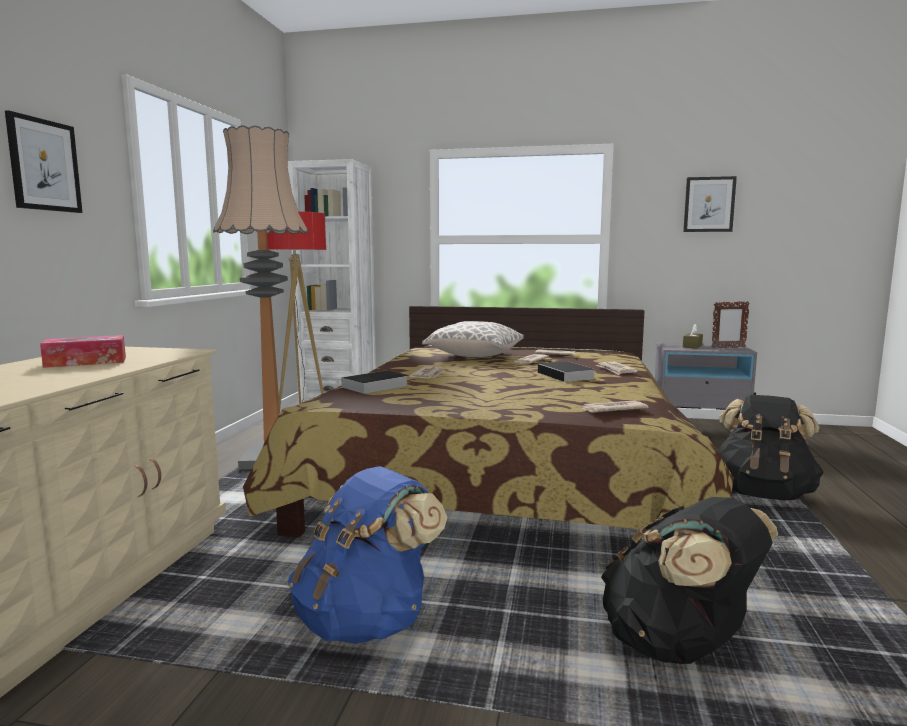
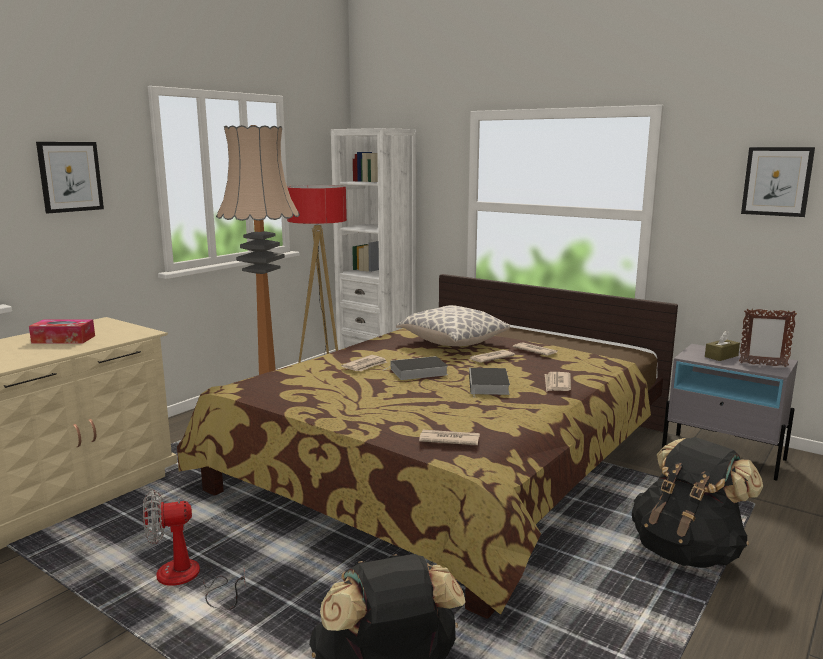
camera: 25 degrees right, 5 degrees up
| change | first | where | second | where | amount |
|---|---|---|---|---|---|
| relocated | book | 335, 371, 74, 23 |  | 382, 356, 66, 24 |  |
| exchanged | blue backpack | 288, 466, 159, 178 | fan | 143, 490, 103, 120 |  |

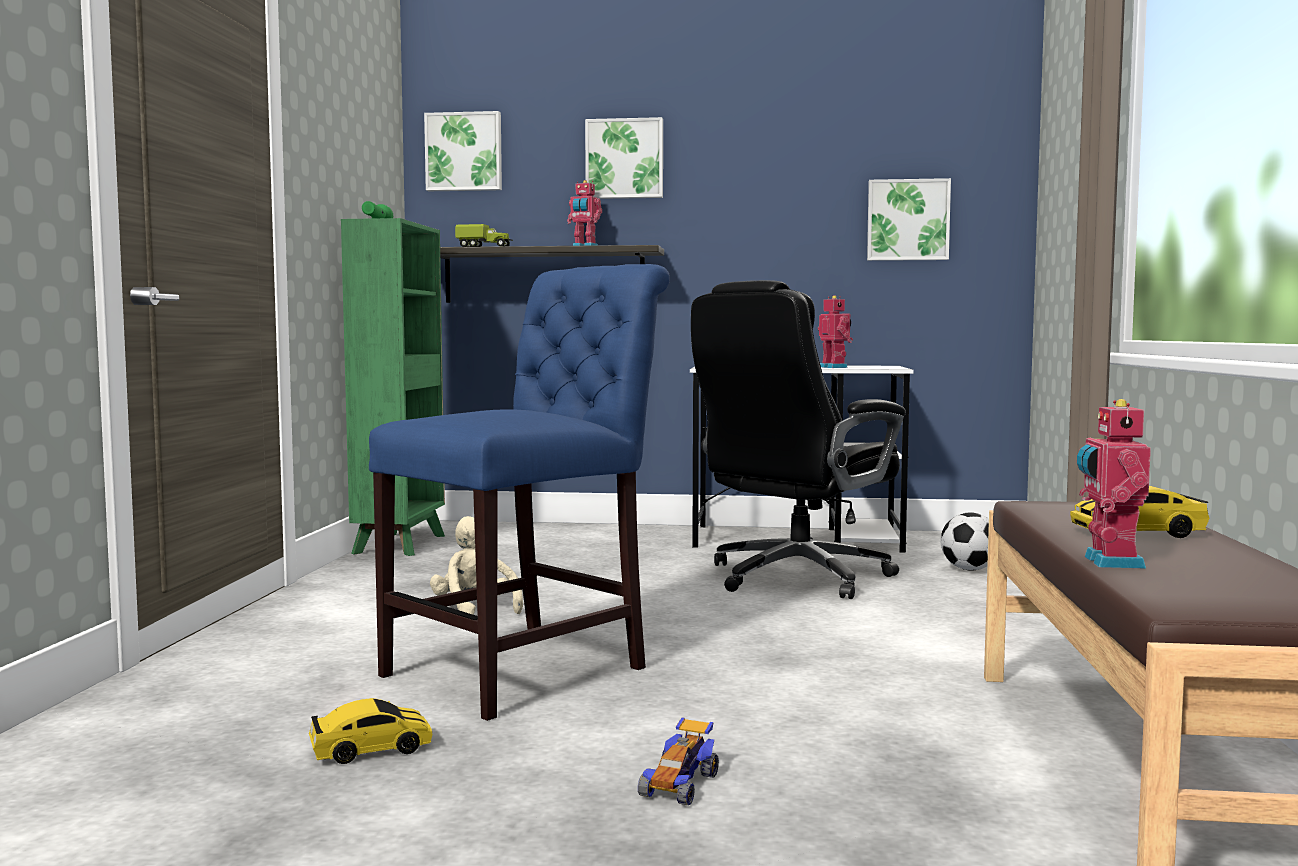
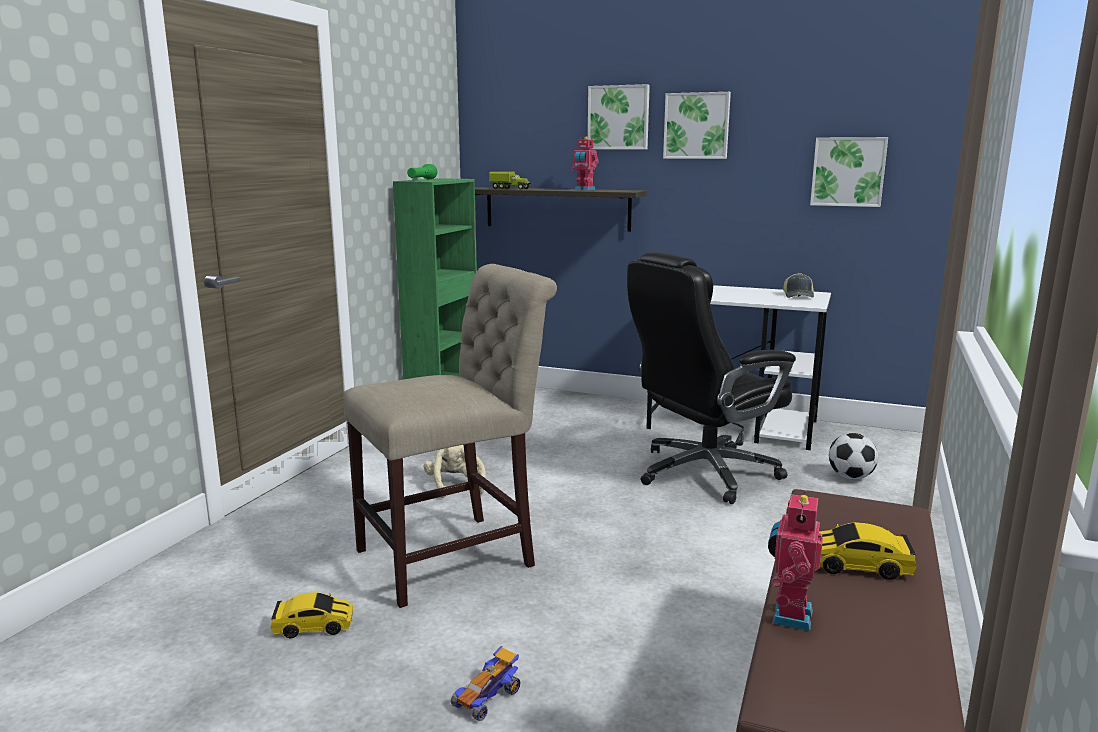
camera: 15 degrees right, 10 degrees up
| change | first | where | second | where | amount |
|---|---|---|---|---|---|
| missing | toy robot | 818, 295, 35, 73 |  |  |  |
| appeared |  |  | cap | 783, 273, 31, 25 |  |
| relocated | picture | 424, 111, 78, 80 |  | 663, 92, 68, 67 |  |
| colour | blue chair | 369, 264, 301, 457 | beige chair | 343, 264, 214, 344 |  |

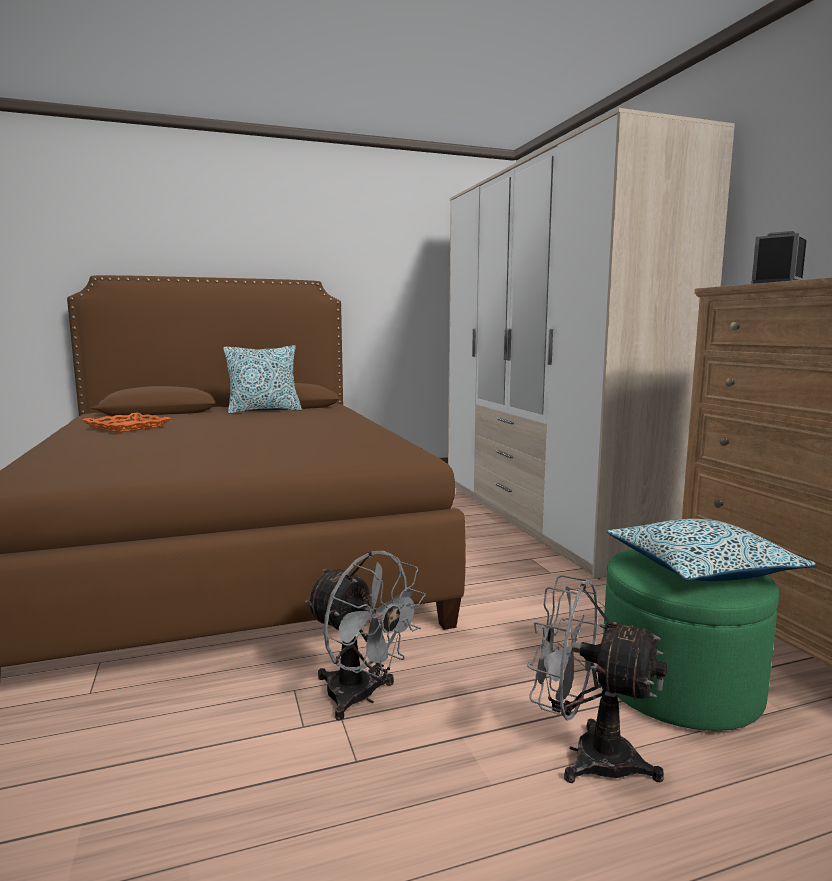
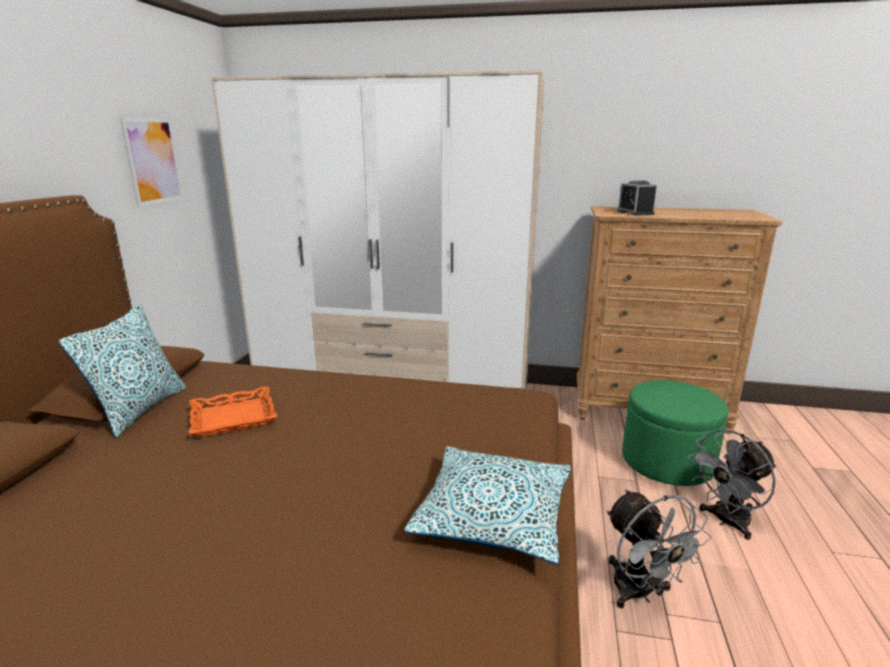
camera: 60 degrees left, 10 degrees up
| change | first | where | second | where | amount |
|---|---|---|---|---|---|
| appeared |  |  | picture | 120, 117, 64, 89 |  |
| relocated | orange tray | 83, 413, 88, 20 |  | 189, 387, 88, 50 |  |
| relocated | pillow | 607, 519, 209, 62 |  | 405, 446, 166, 119 |  |
| spun | grey fan | 305, 551, 121, 170 |  | 607, 489, 105, 119 | 90 degrees clockwise |

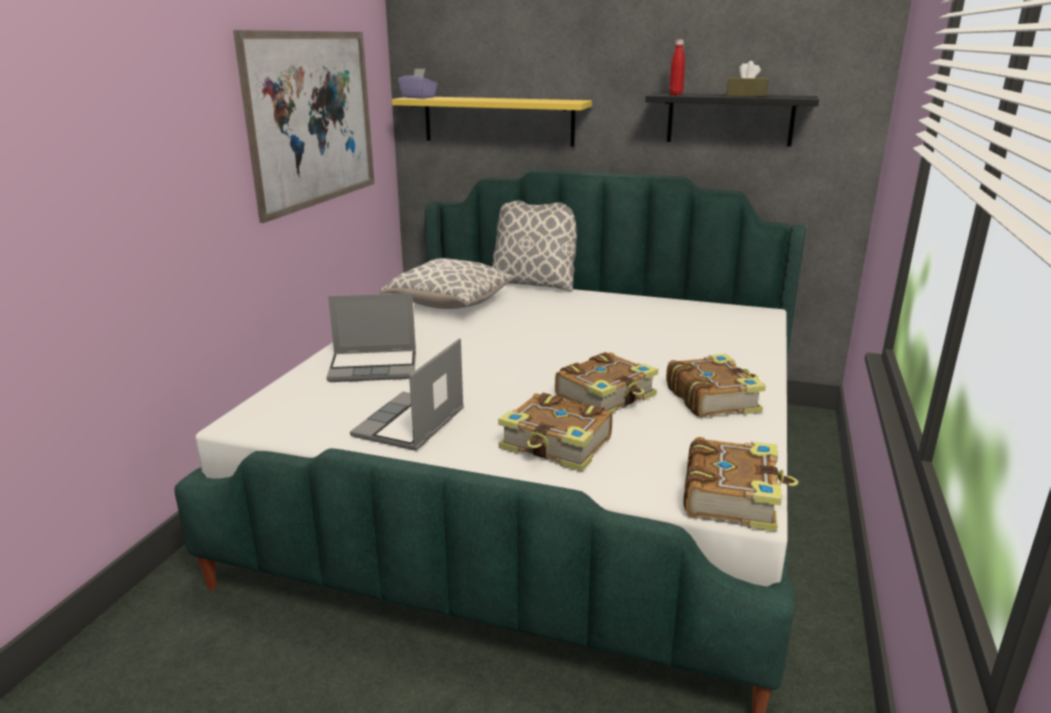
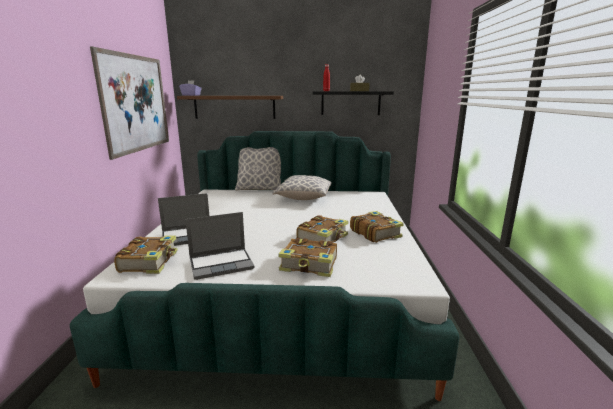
camera: 15 degrees left, 5 degrees down
| change | first | where | second | where | amount |
|---|---|---|---|---|---|
| relocated | pillow | 380, 258, 133, 51 |  | 272, 175, 59, 25 |  |
| relocated | book | 683, 437, 115, 95 |  | 114, 236, 64, 38 |  |
| colour | yellow shelf | 392, 97, 200, 50 | brown shelf | 177, 96, 106, 23 |  |
| spun | laptop | 350, 338, 114, 113 |  | 185, 212, 70, 68 | 120 degrees counterclockwise |

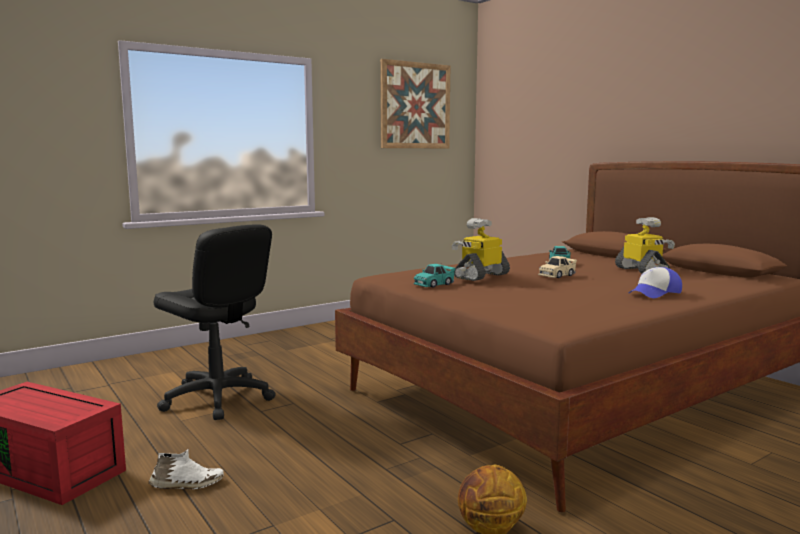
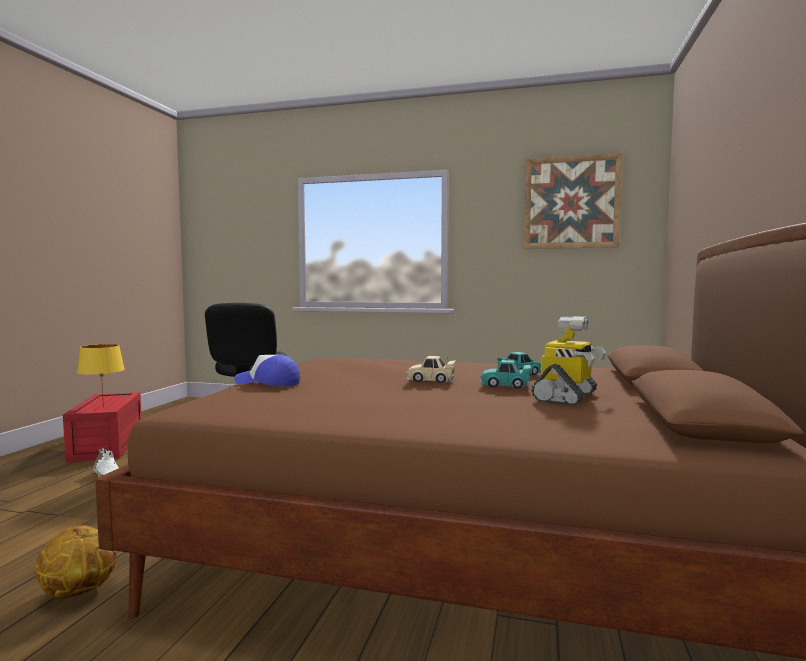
camera: 50 degrees right, 5 degrees down
| change | first | where | second | where | amount |
|---|---|---|---|---|---|
| missing | toy robot | 451, 218, 59, 63 |  |  |  |
| appeared |  |  | yellow table lamp | 77, 344, 48, 64 |  |
| relocated | turquoise toy car | 413, 264, 42, 24 |  | 481, 360, 50, 28 |  |
| relocated | cap | 629, 267, 53, 31 |  | 234, 355, 66, 31 |  |

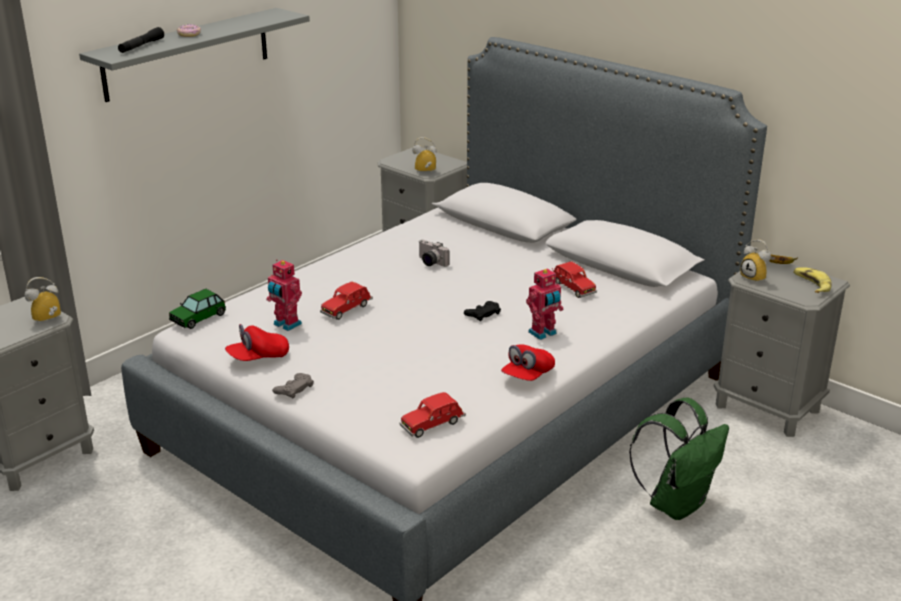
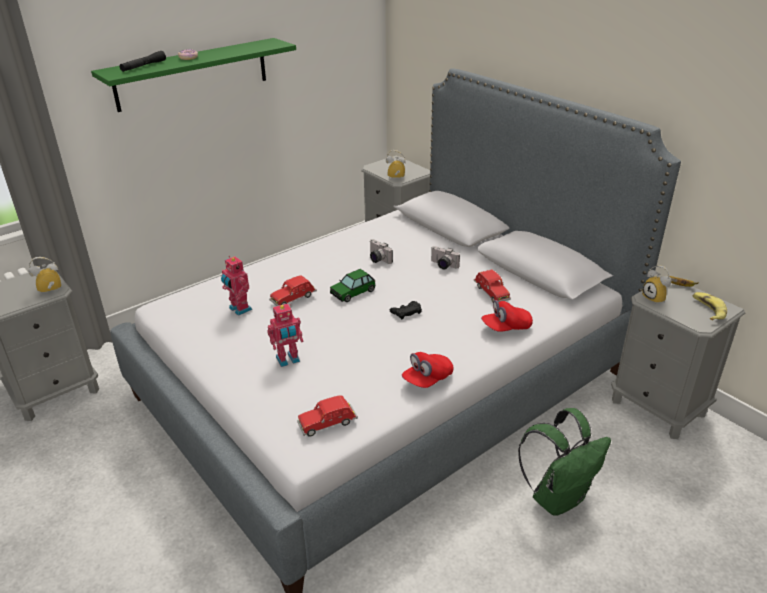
camera: 10 degrees right, 5 degrees up
| change | first | where | second | where | amount |
|---|---|---|---|---|---|
| missing | grey game controller | 272, 373, 42, 26 |  |  |  |
| appeared |  |  | photo camera | 431, 246, 29, 23 |  |
| relocated | toy car | 169, 289, 57, 40 |  | 330, 269, 46, 33 |  |
| relocated | red cap | 225, 324, 64, 37 |  | 481, 300, 52, 32 |  |
| relocated | toy robot | 526, 268, 37, 72 |  | 267, 304, 36, 63 |  |
| colour | grey shelf | 79, 8, 231, 94 | green shelf | 91, 38, 205, 74 |  |

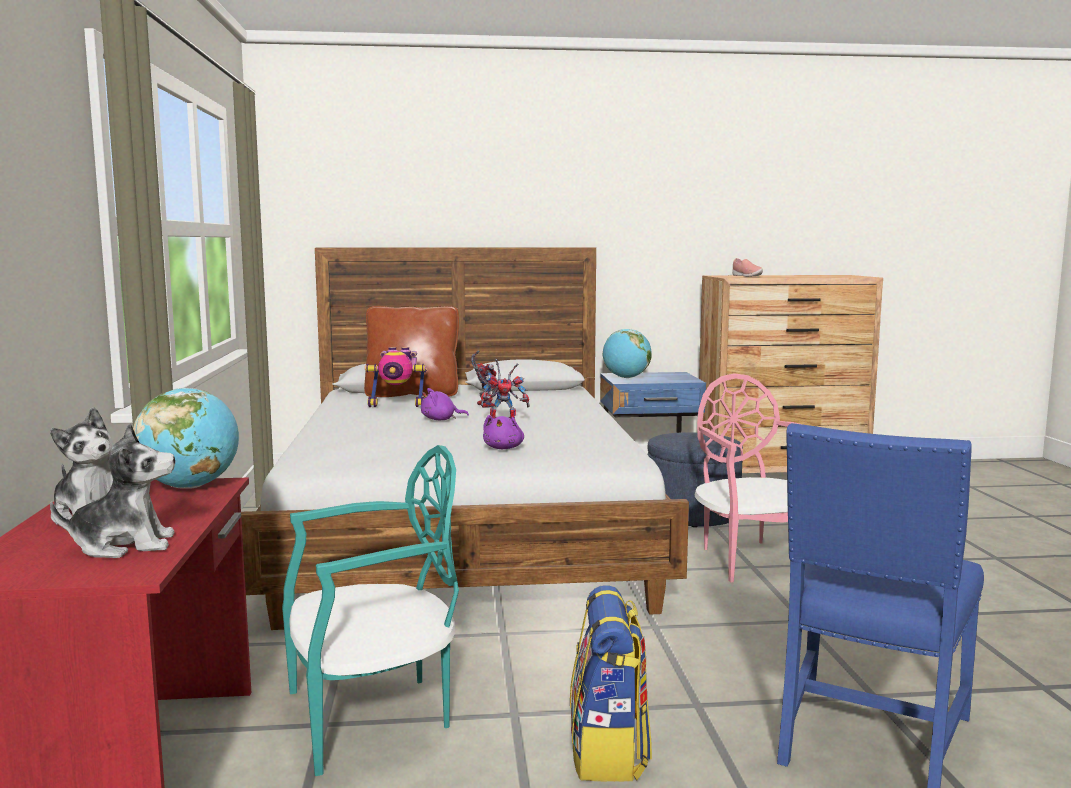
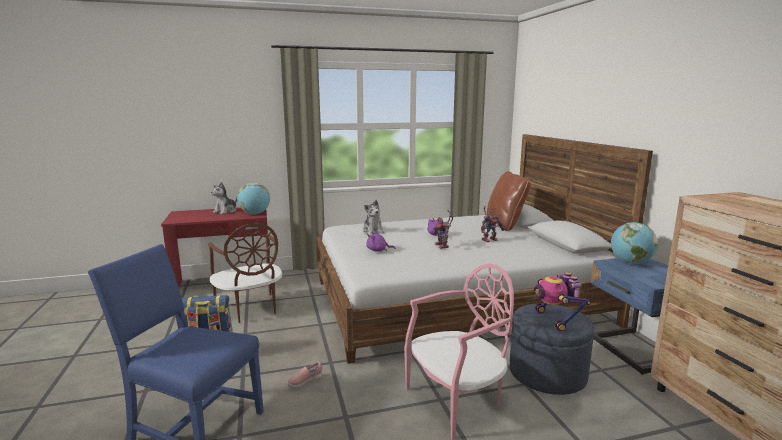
camera: 80 degrees right, 5 degrees up
| change | first | where | second | where | amount |
|---|---|---|---|---|---|
| relocated | plush toy | 50, 423, 125, 135 |  | 363, 200, 21, 34 |  |
| relocated | toy robot | 365, 347, 62, 60 |  | 534, 272, 57, 60 |  |
| relocated | pink shoe | 732, 258, 31, 19 |  | 287, 362, 36, 26 |  |
| colour | turquoise chair | 282, 445, 177, 331 | brown chair | 208, 223, 74, 100 |  |

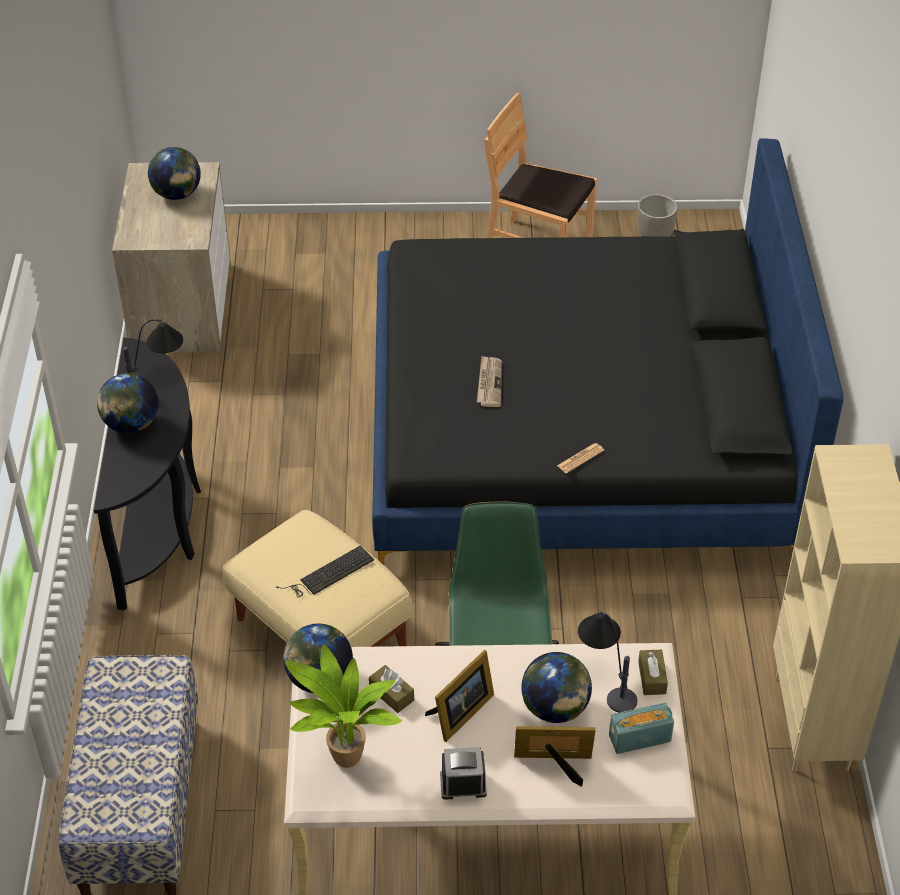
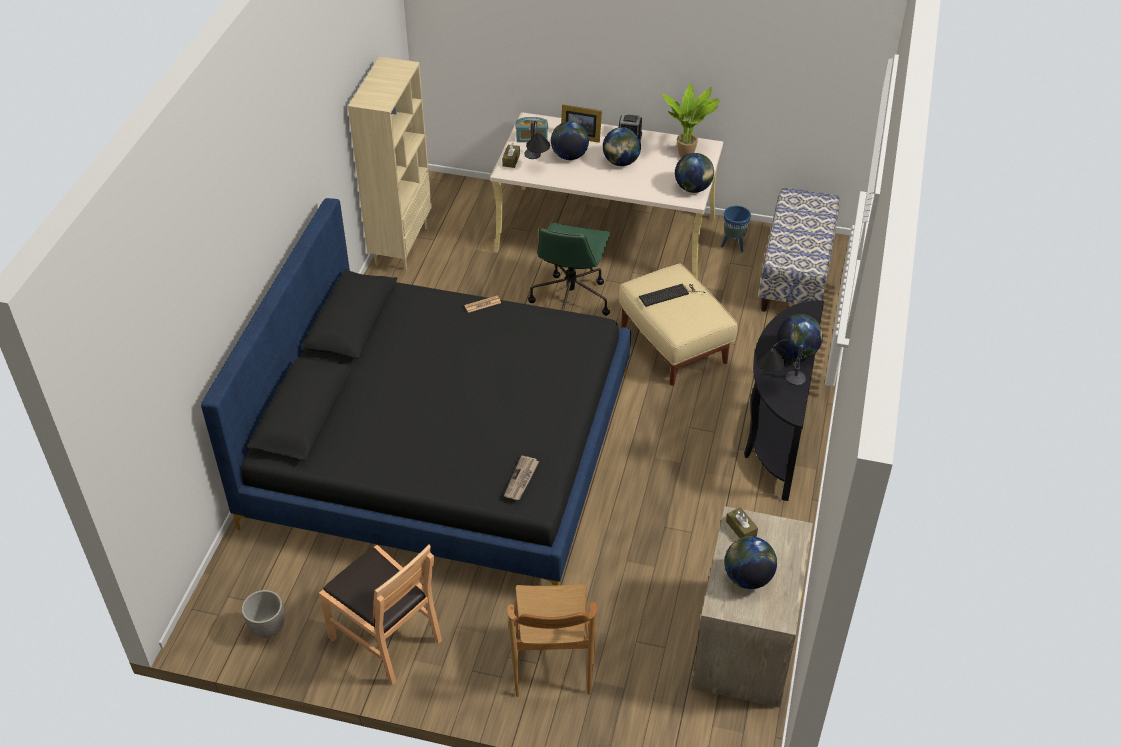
camera: 165 degrees left, 0 degrees up
| change | first | where | second | where | amount |
|---|---|---|---|---|---|
| appeared |  |  | brown chair | 507, 583, 90, 114 |  |
| appeared |  |  | blue planter | 721, 206, 30, 46 |  |
| relocated | brown tissue box | 369, 665, 45, 48 |  | 726, 507, 32, 31 |  |
| relocated | newspaper | 477, 355, 25, 52 |  | 504, 456, 35, 44 |  |
| exchanged | picture frame | 425, 650, 69, 92 | globe | 603, 127, 38, 39 |  |

